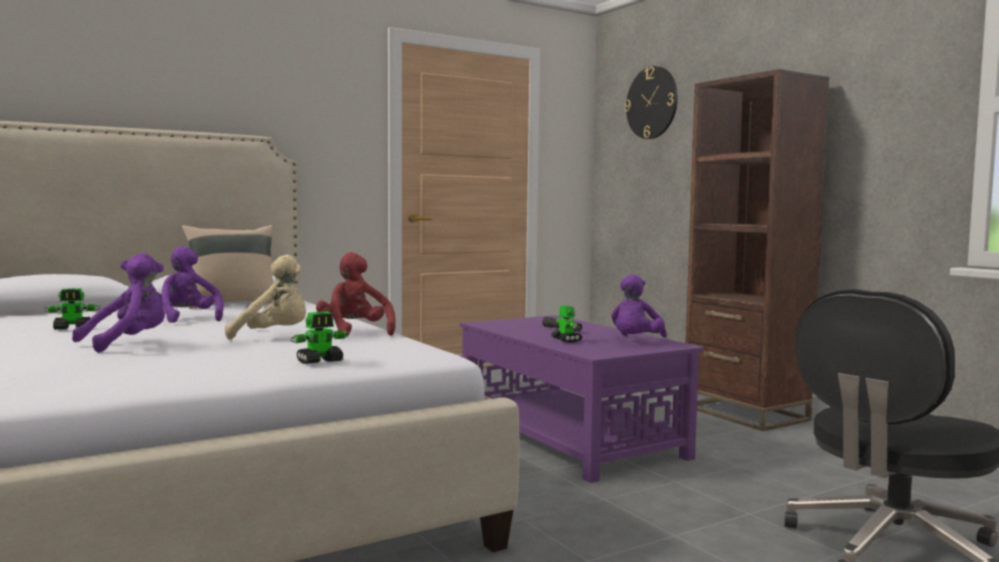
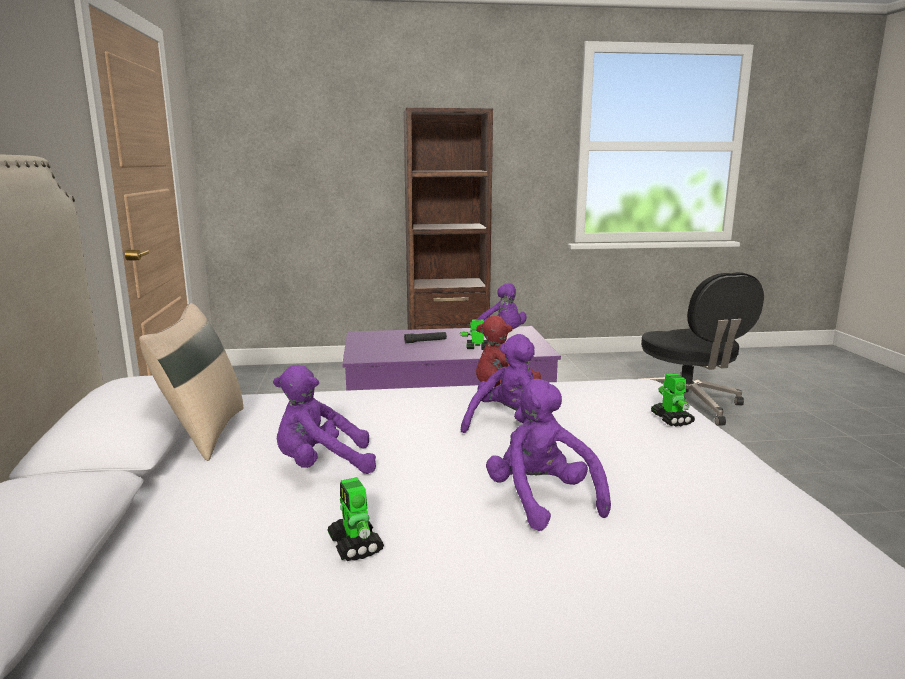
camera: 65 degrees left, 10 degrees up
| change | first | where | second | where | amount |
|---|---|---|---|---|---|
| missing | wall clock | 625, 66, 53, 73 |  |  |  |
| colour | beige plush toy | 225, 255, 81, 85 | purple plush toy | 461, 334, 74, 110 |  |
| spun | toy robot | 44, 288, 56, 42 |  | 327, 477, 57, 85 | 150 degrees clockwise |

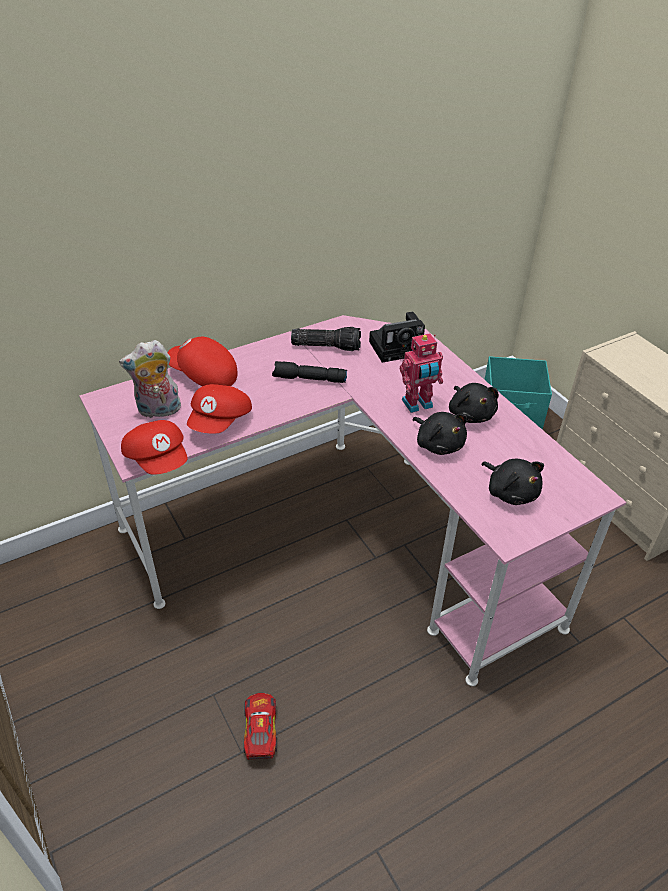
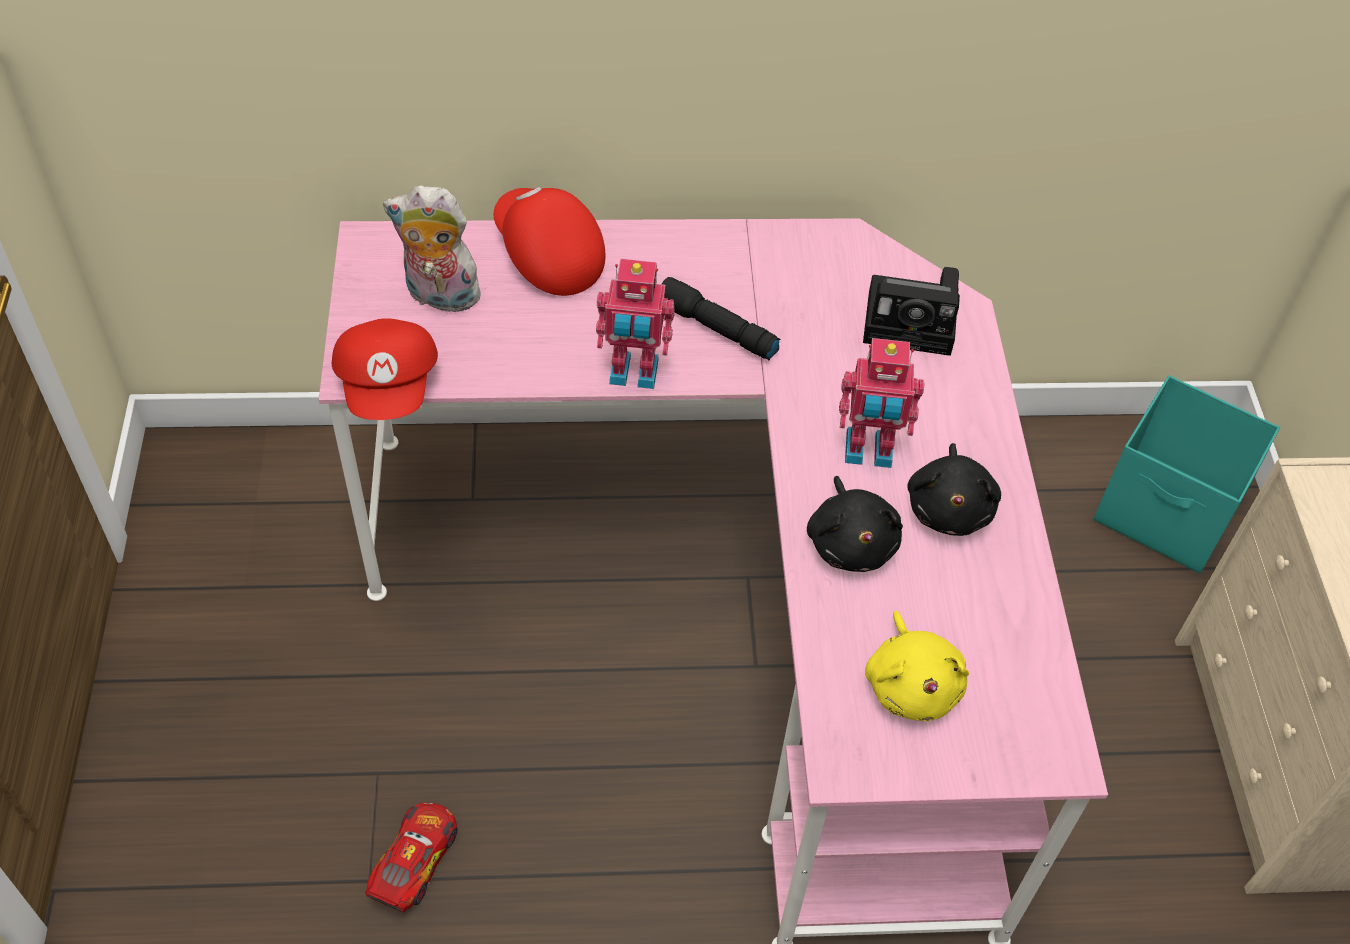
camera: 25 degrees right, 10 degrees up
| change | first | where | second | where | amount |
|---|---|---|---|---|---|
| missing | red cap | 187, 384, 65, 50 |  |  |  |
| missing | flashlight | 291, 327, 70, 24 |  |  |  |
| appeared |  |  | toy robot | 596, 259, 79, 130 |  |
| colour | black plush toy | 481, 459, 63, 46 | yellow plush toy | 865, 611, 104, 110 |  |

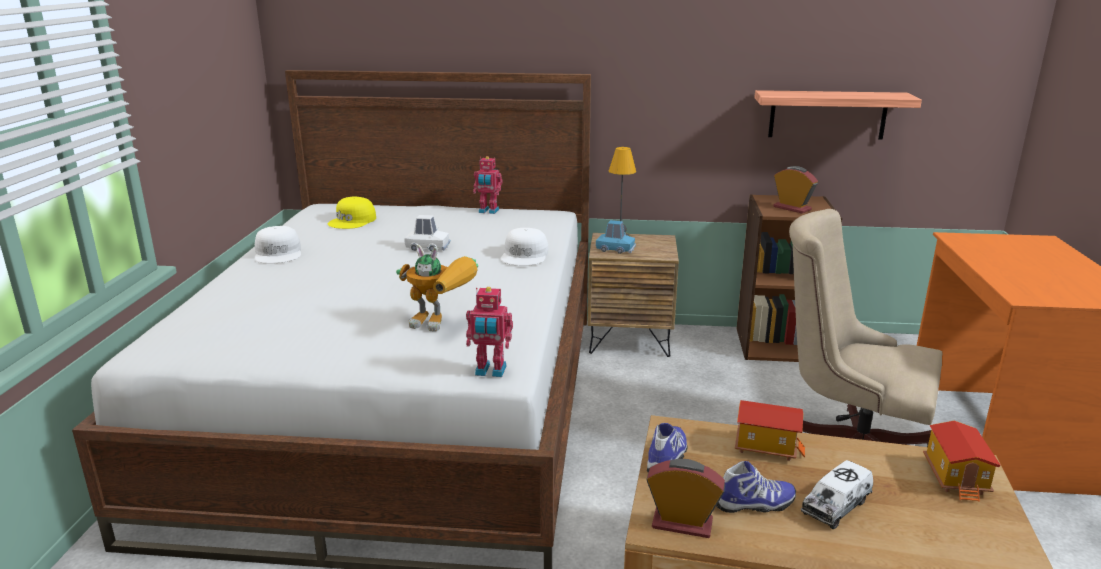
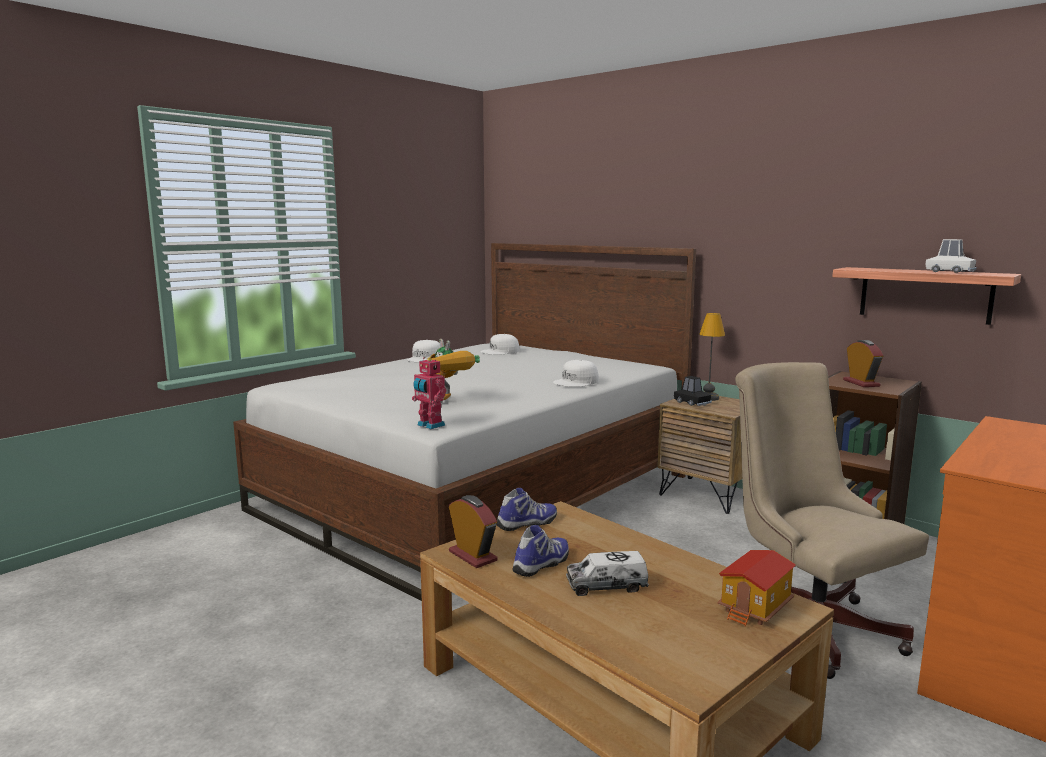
camera: 35 degrees right, 10 degrees down
| change | first | where | second | where | amount |
|---|---|---|---|---|---|
| missing | toy robot | 473, 156, 30, 58 |  |  |  |
| missing | toy house | 735, 400, 70, 61 |  |  |  |
| relocated | white toy car | 404, 215, 46, 37 |  | 926, 239, 51, 34 |  |
| colour | yellow cap | 327, 196, 49, 33 | white cap | 480, 334, 39, 21 |  |
| colour | blue toy car | 596, 220, 40, 34 | black toy car | 674, 376, 38, 30 |  |
| spun | shoe | 716, 461, 80, 52 |  | 512, 525, 57, 52 | 75 degrees counterclockwise |

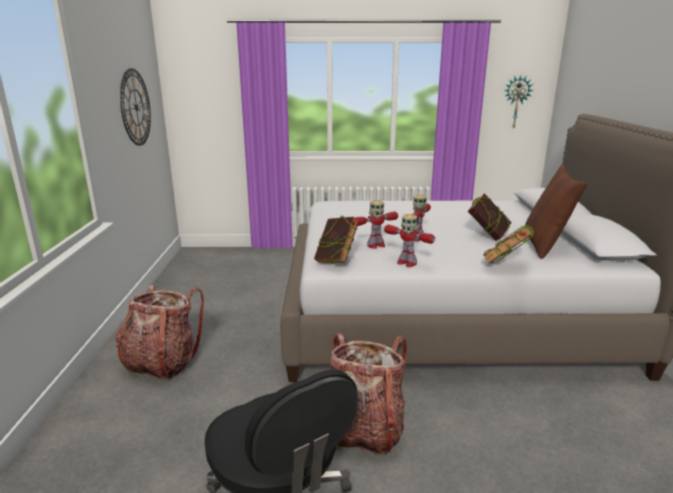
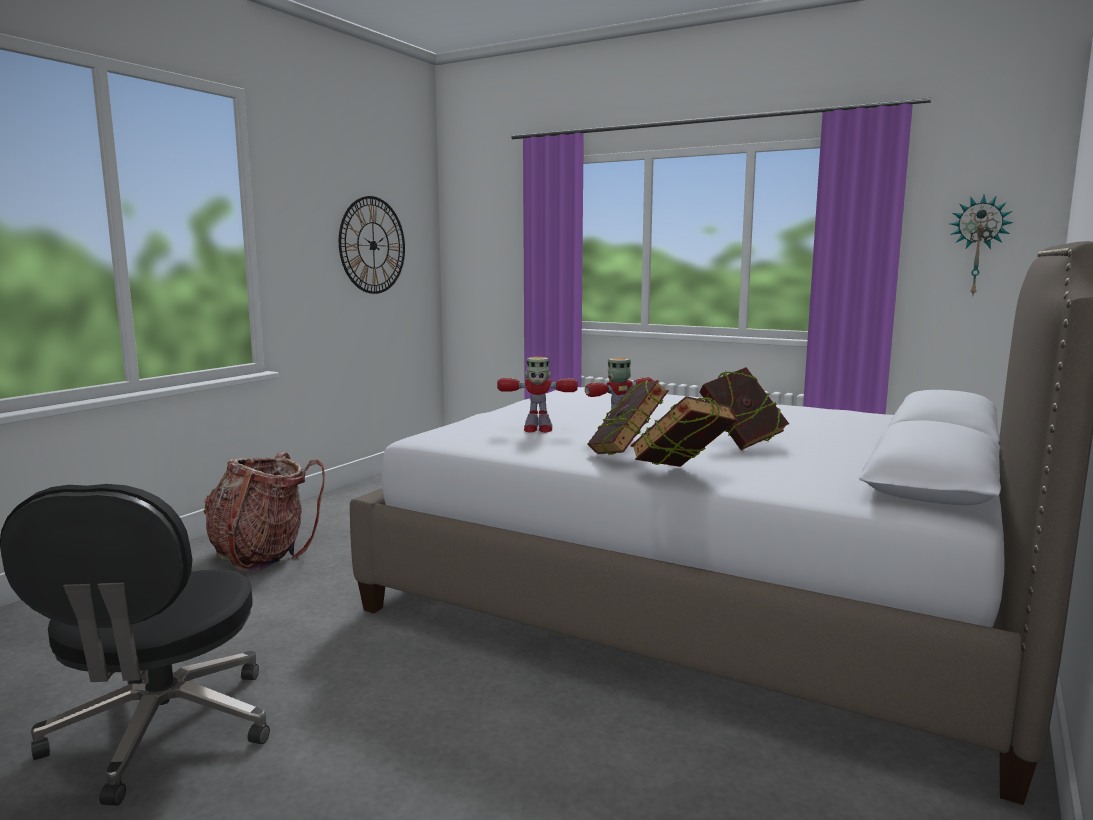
camera: 30 degrees right, 10 degrees down
| change | first | where | second | where | amount |
|---|---|---|---|---|---|
| missing | backpack | 330, 333, 77, 122 |  |  |  |
| missing | toy robot | 384, 214, 51, 53 |  |  |  |
| missing | brown pillow | 525, 165, 62, 94 |  |  |  |
| relocated | book | 314, 215, 45, 49 |  | 587, 379, 82, 76 |  |

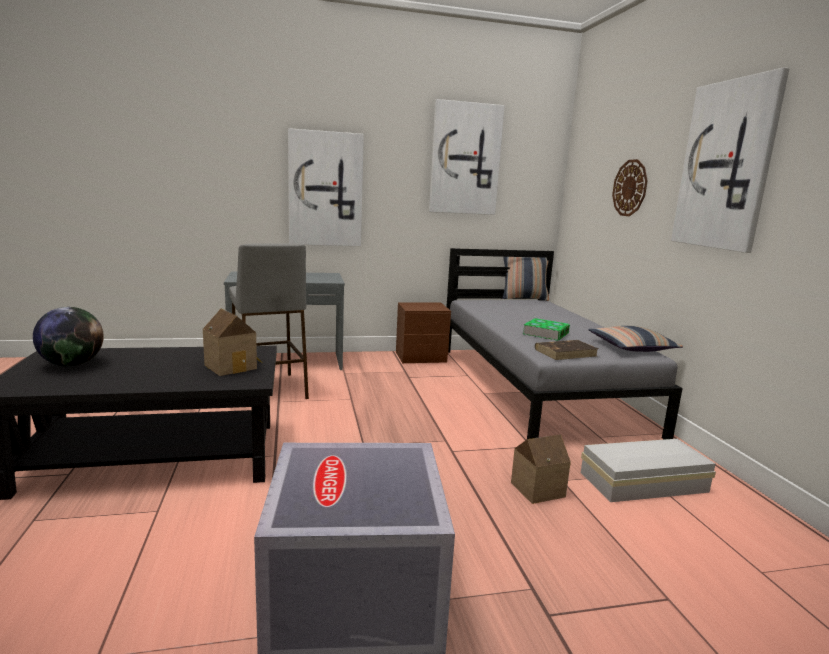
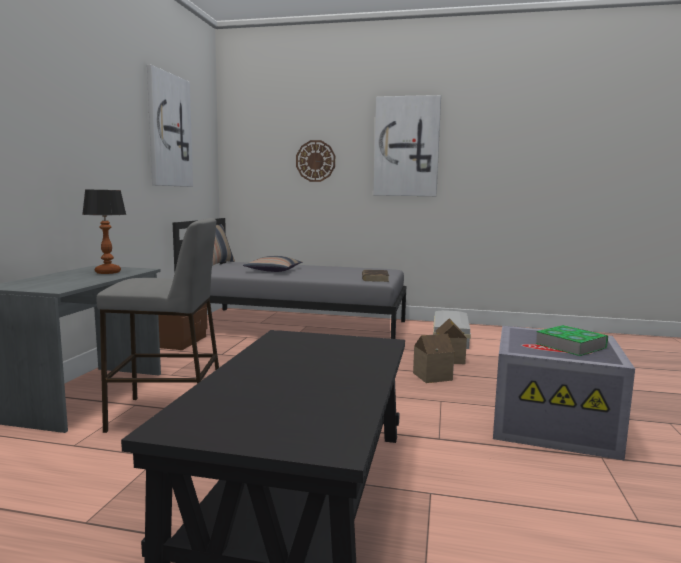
camera: 65 degrees left, 5 degrees down
| change | first | where | second | where | amount |
|---|---|---|---|---|---|
| missing | globe | 33, 307, 71, 59 |  |  |  |
| missing | picture | 288, 128, 76, 118 |  |  |  |
| appeared |  |  | table lamp | 82, 190, 44, 84 |  |
| relocated | toy house | 203, 308, 59, 68 |  | 413, 334, 41, 49 |  |
| relocated | book | 523, 318, 47, 23 |  | 535, 325, 73, 31 |  |
| relocated | pillow | 588, 326, 95, 26 |  | 243, 256, 59, 16 |  |

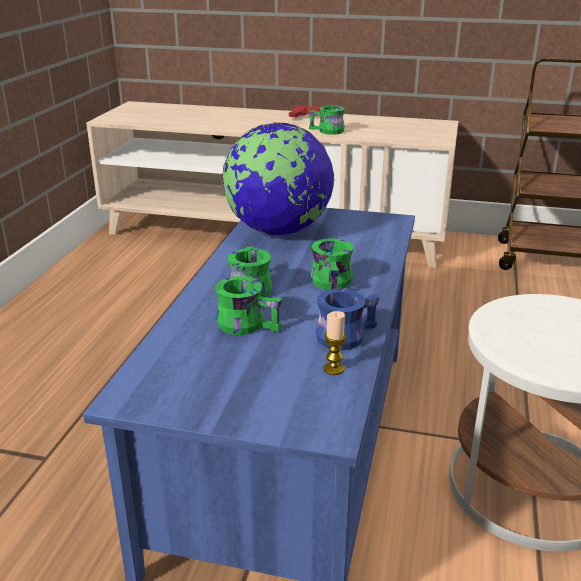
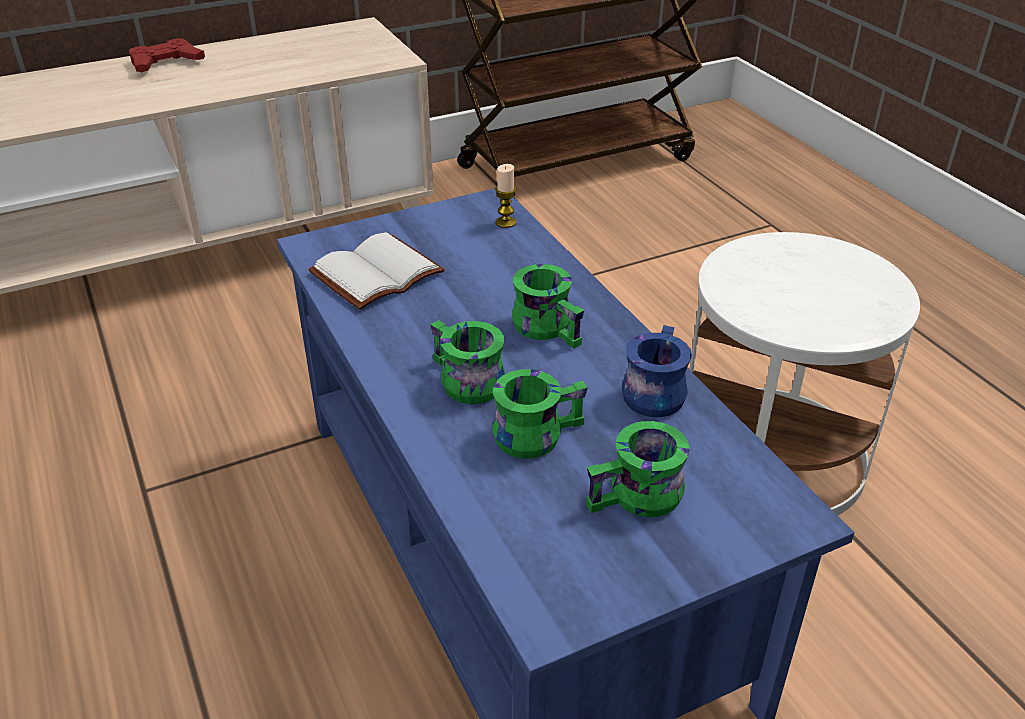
camera: 40 degrees left, 10 degrees up
| change | first | where | second | where | amount |
|---|---|---|---|---|---|
| relocated | green mug | 309, 106, 36, 29 |  | 586, 421, 104, 96 |  |
| relocated | candle | 324, 311, 22, 64 |  | 495, 164, 21, 64 |  |
| exchanged | globe | 222, 122, 113, 113 | white book | 308, 232, 137, 78 |  |

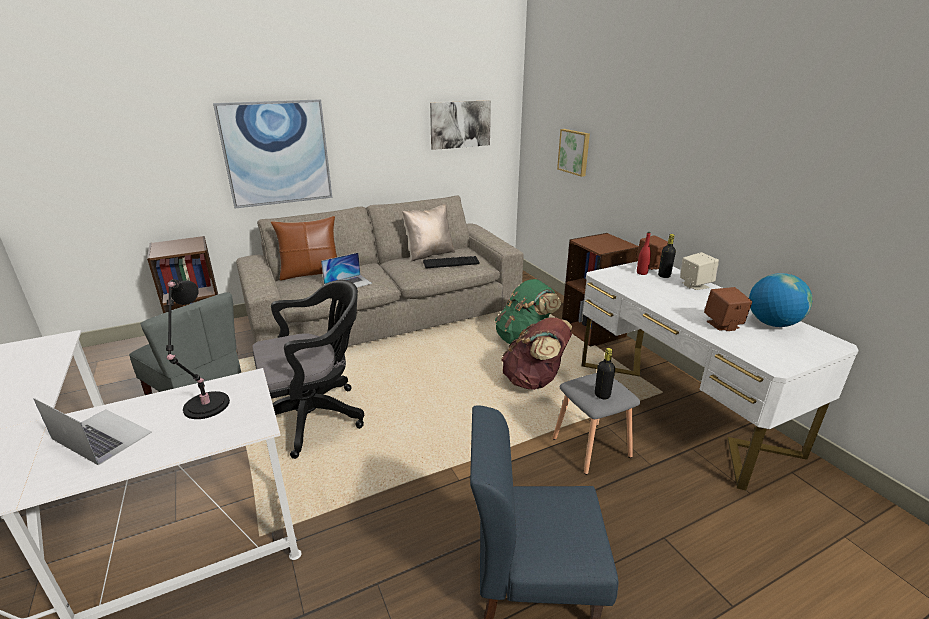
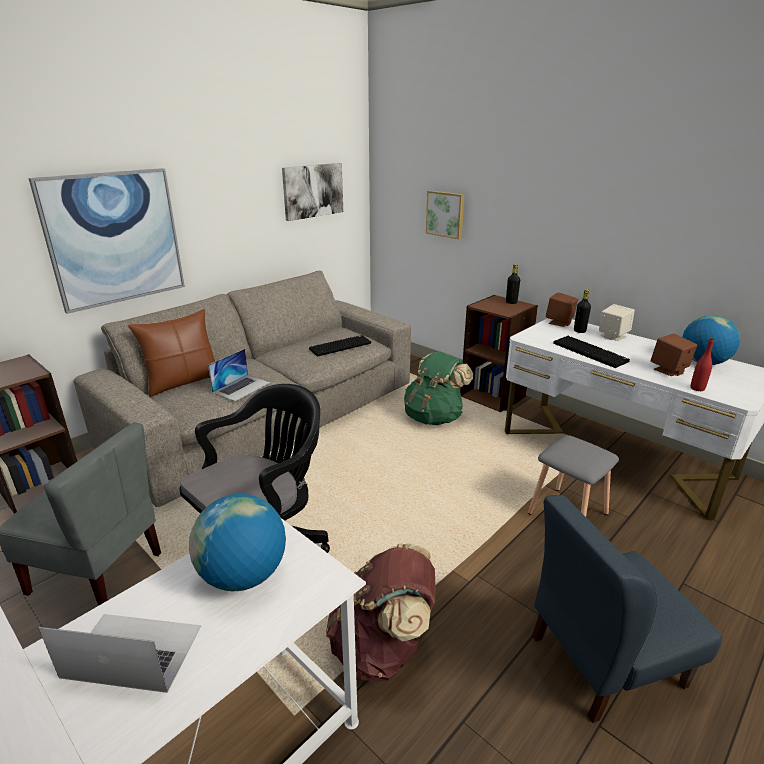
camera: 20 degrees left, 0 degrees up
| change | first | where | second | where | amount |
|---|---|---|---|---|---|
| missing | beige pillow | 402, 204, 53, 57 |  |  |  |
| appeared |  |  | keyboard | 553, 336, 77, 32 |  |
| relocated | brown backpack | 501, 317, 71, 73 |  | 326, 543, 109, 139 |  |
| relocated | black bottle | 595, 348, 20, 51 |  | 506, 264, 14, 40 |  |
| relocated | red bottle | 637, 232, 14, 43 |  | 691, 338, 23, 53 |  |
| exchanged | black table lamp | 166, 279, 64, 140 | globe | 189, 494, 97, 97 |  |

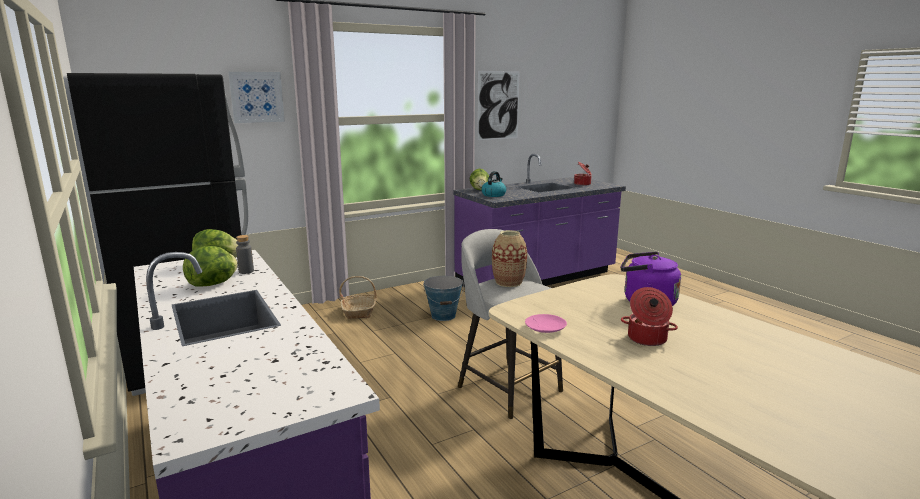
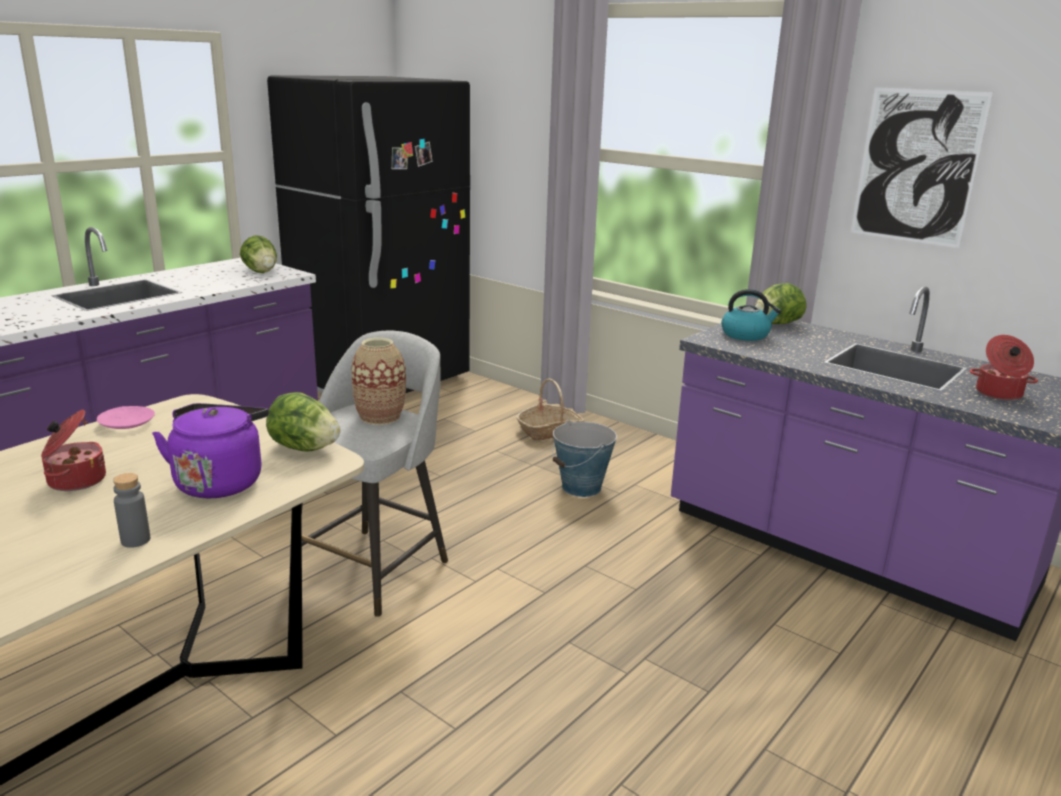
camera: 70 degrees right, 5 degrees up
| change | first | where | second | where | amount |
|---|---|---|---|---|---|
| missing | picture | 228, 72, 57, 51 |  |  |  |
| relocated | lettuce | 183, 246, 55, 40 |  | 266, 392, 74, 60 |  |
| relocated | grey bottle | 236, 235, 18, 39 |  | 113, 473, 37, 75 |  |

